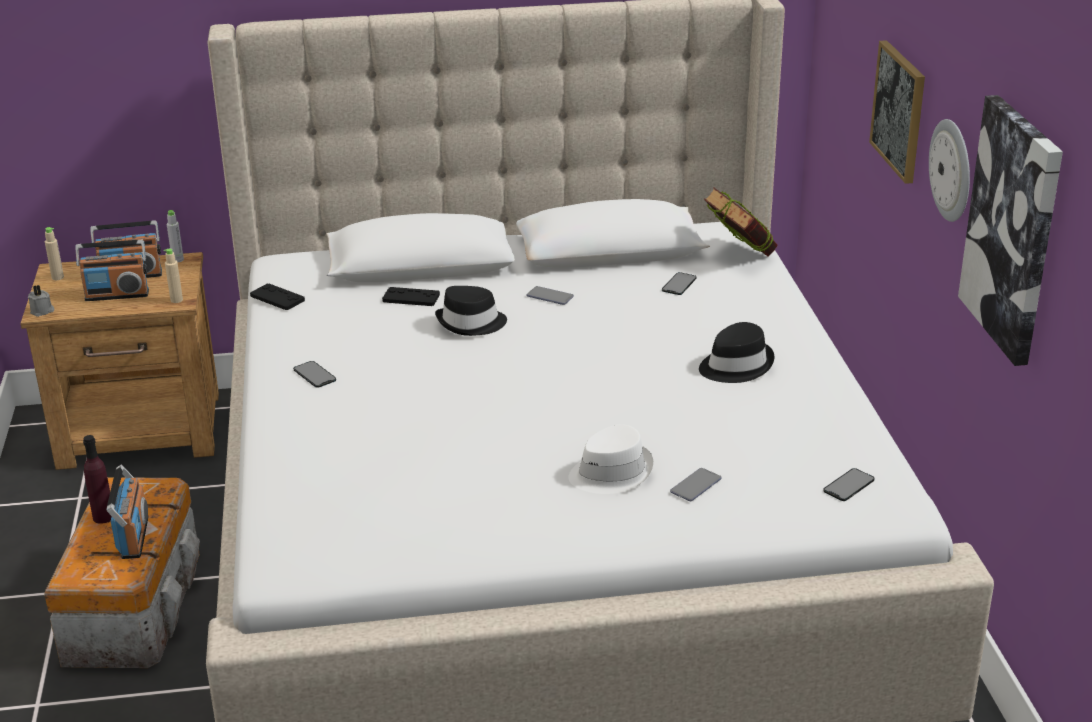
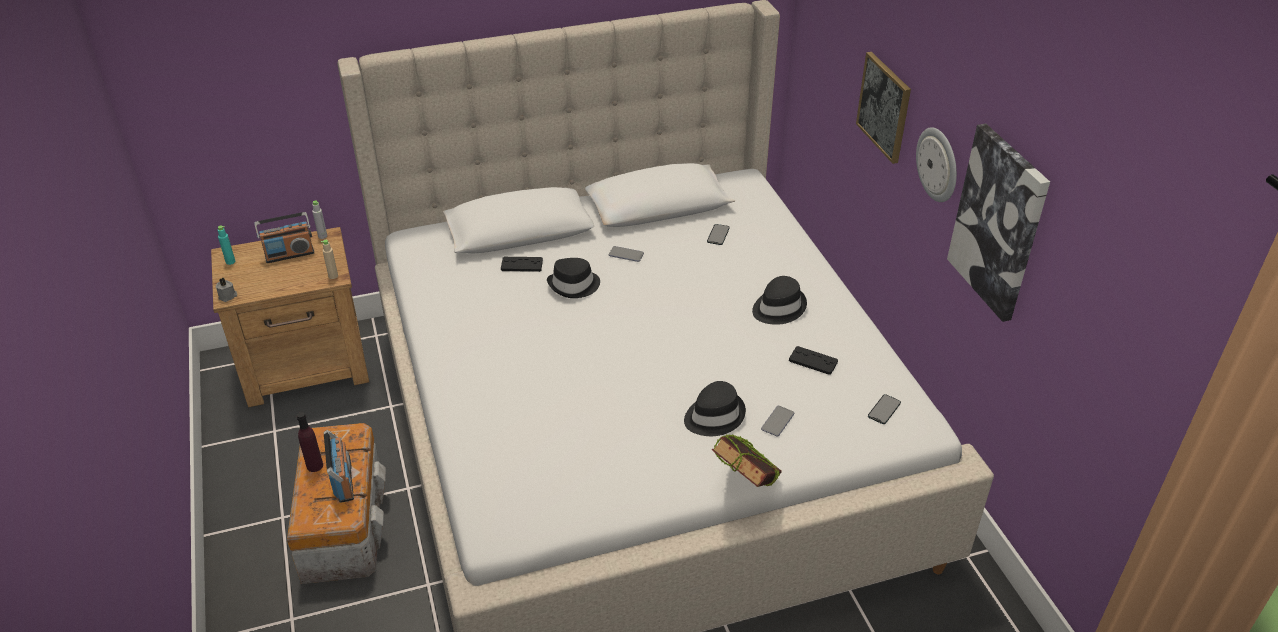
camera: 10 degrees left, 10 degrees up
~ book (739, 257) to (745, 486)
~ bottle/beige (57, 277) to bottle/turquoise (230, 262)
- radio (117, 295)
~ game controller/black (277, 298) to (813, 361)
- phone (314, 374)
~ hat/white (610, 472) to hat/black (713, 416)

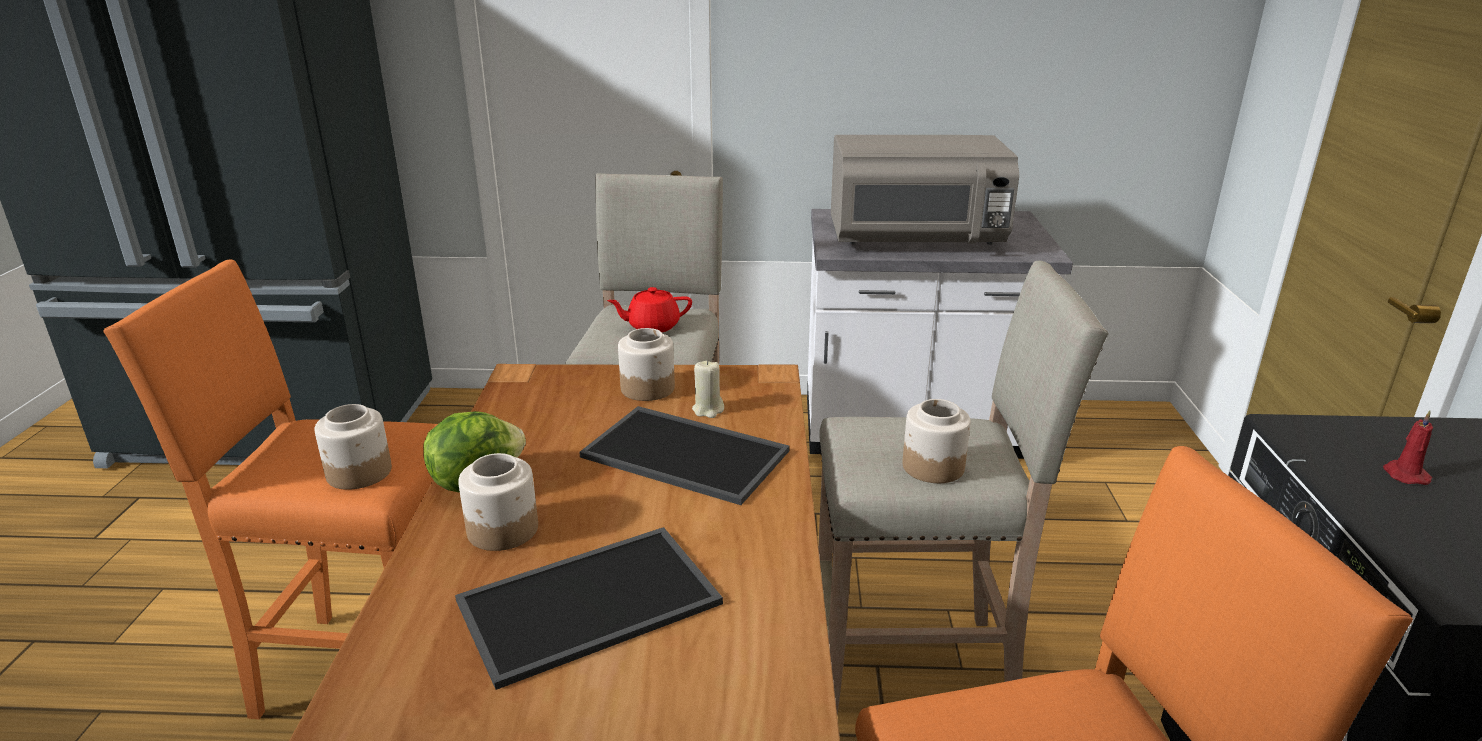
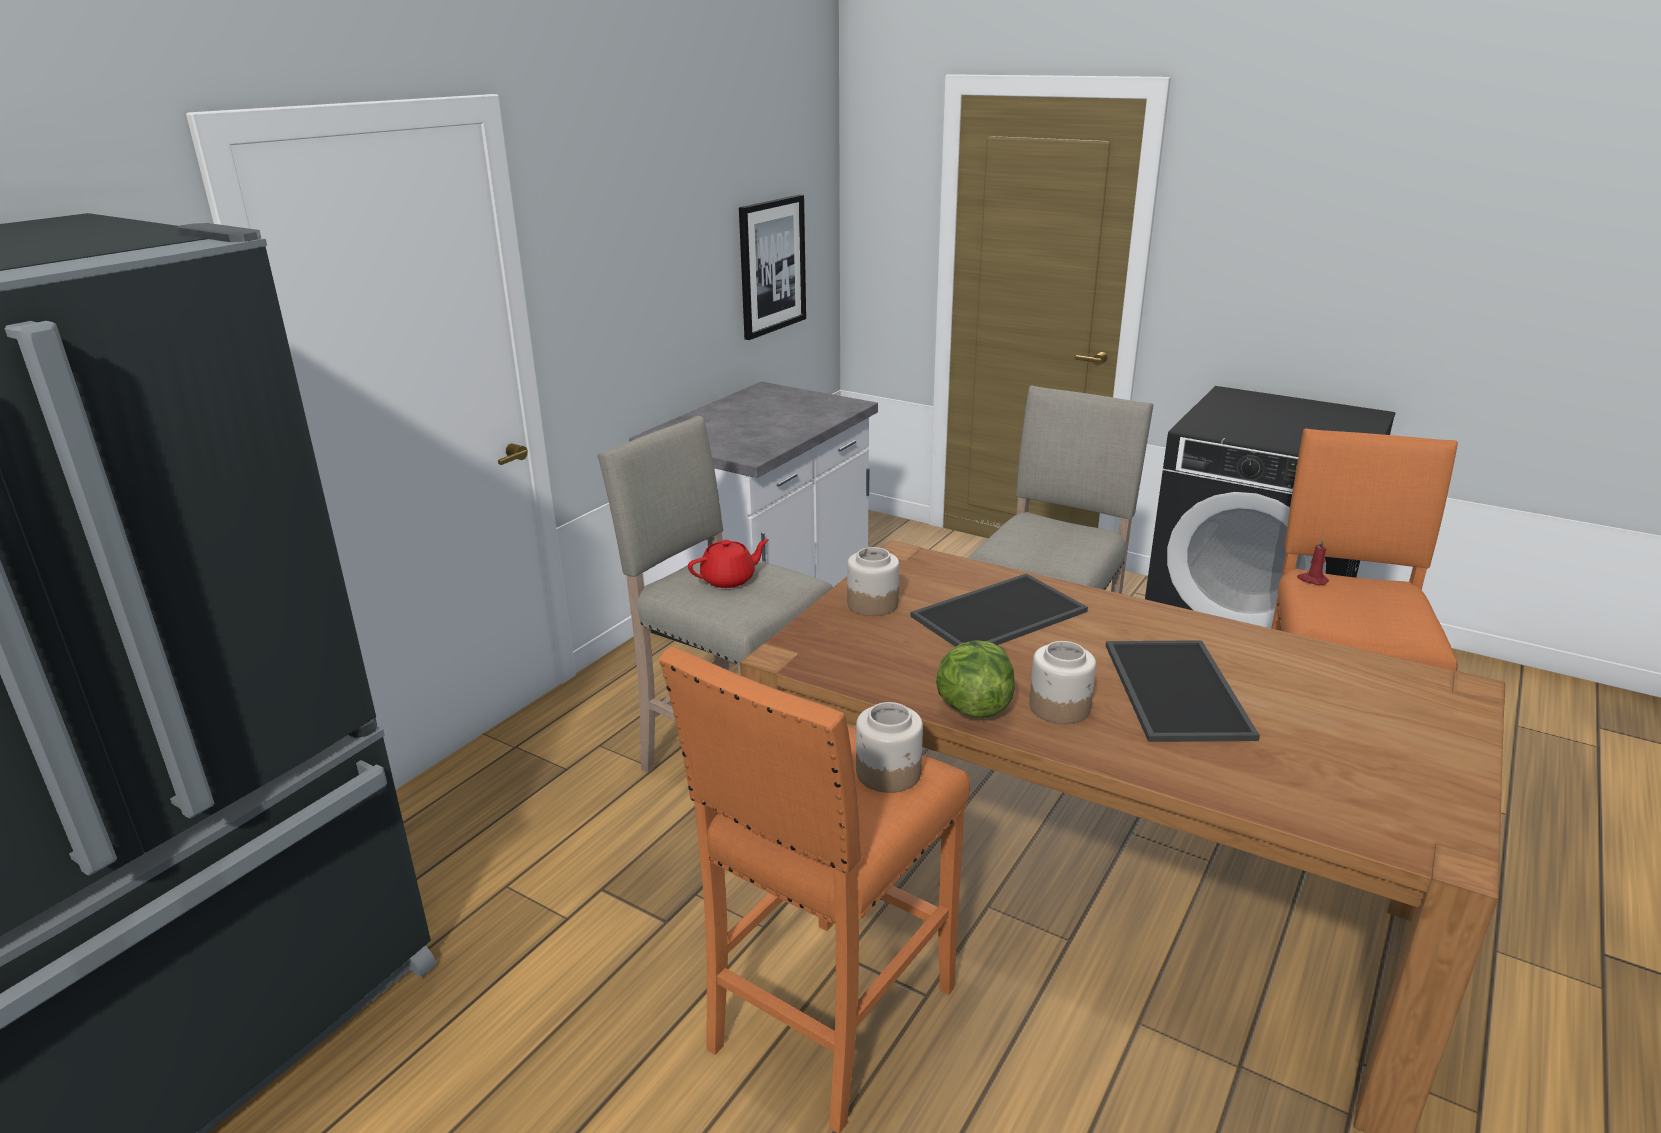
camera: 60 degrees left, 0 degrees up
- microwave/grey (915, 240)
~ teapot/red (652, 326) = (729, 579) 135 degrees counterclockwise
- candle/beige (708, 410)
- jar (932, 466)
~ candle/red (1404, 474) to (1312, 580)
+ picture (771, 266)

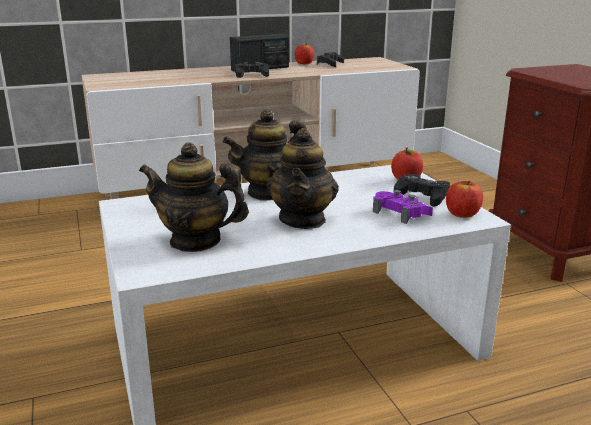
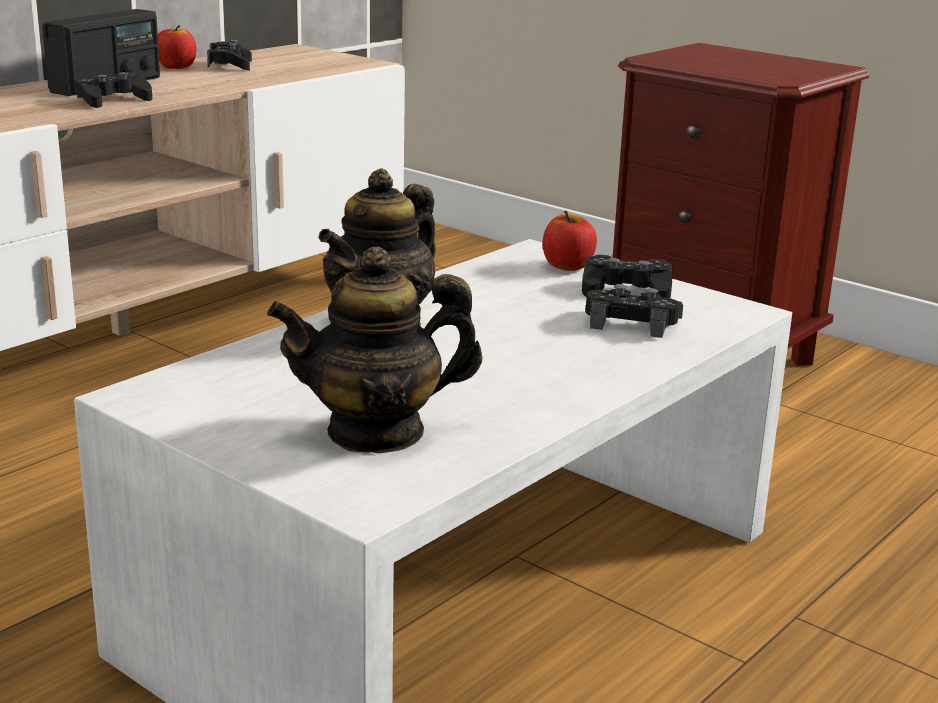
camera: 30 degrees left, 0 degrees up
- teapot (303, 220)
- apple (462, 214)
~ game controller/purple (400, 213) to game controller/black (632, 323)

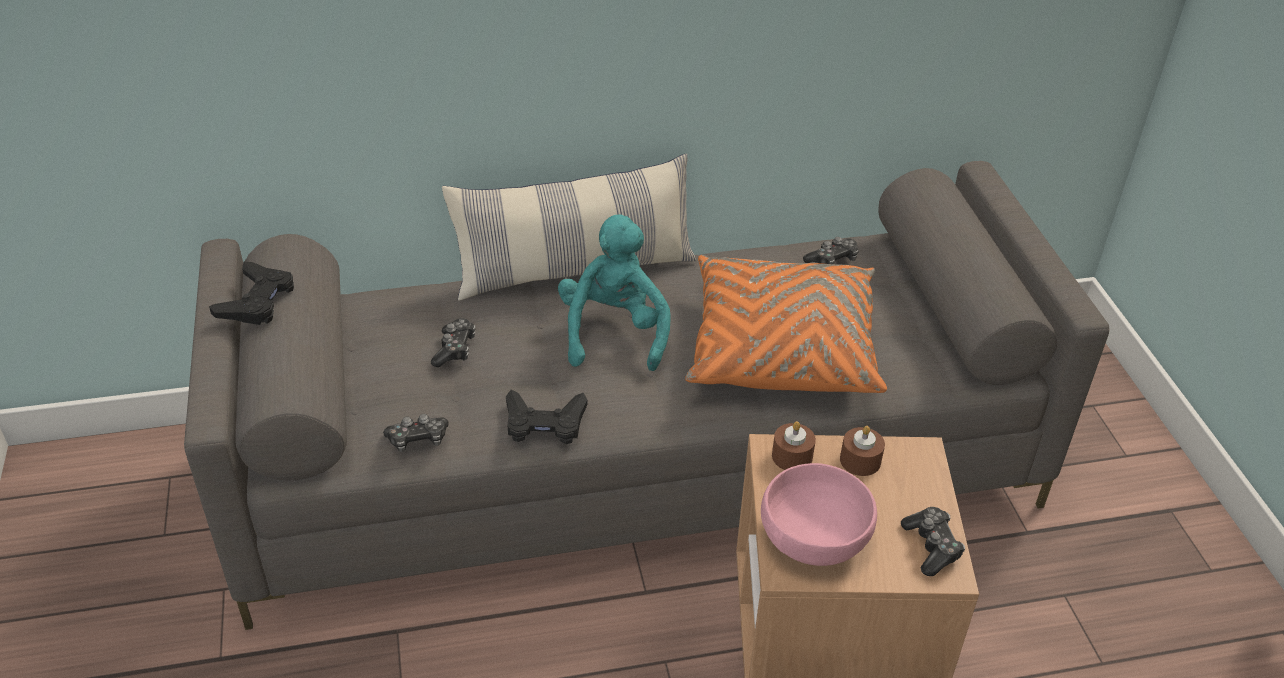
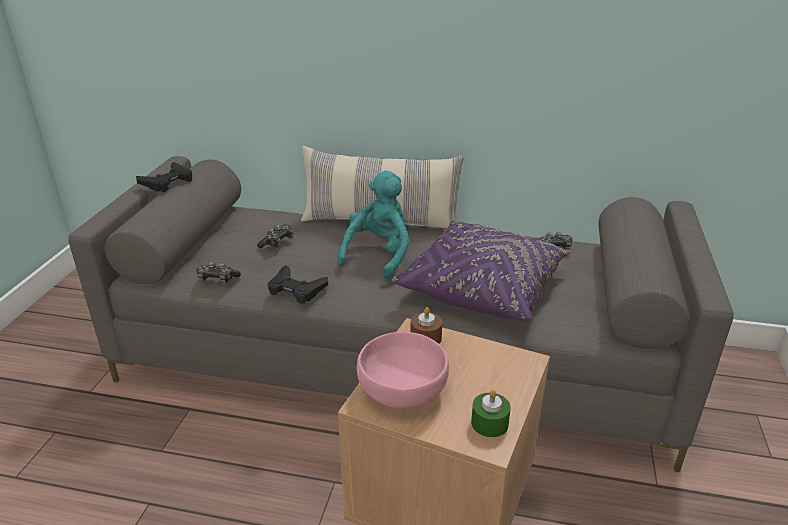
camera: 25 degrees right, 10 degrees down
~ pillow/orange (781, 348) to pillow/purple (482, 287)
- candle/brown (860, 460)
~ game controller (931, 547) to candle/green (489, 423)

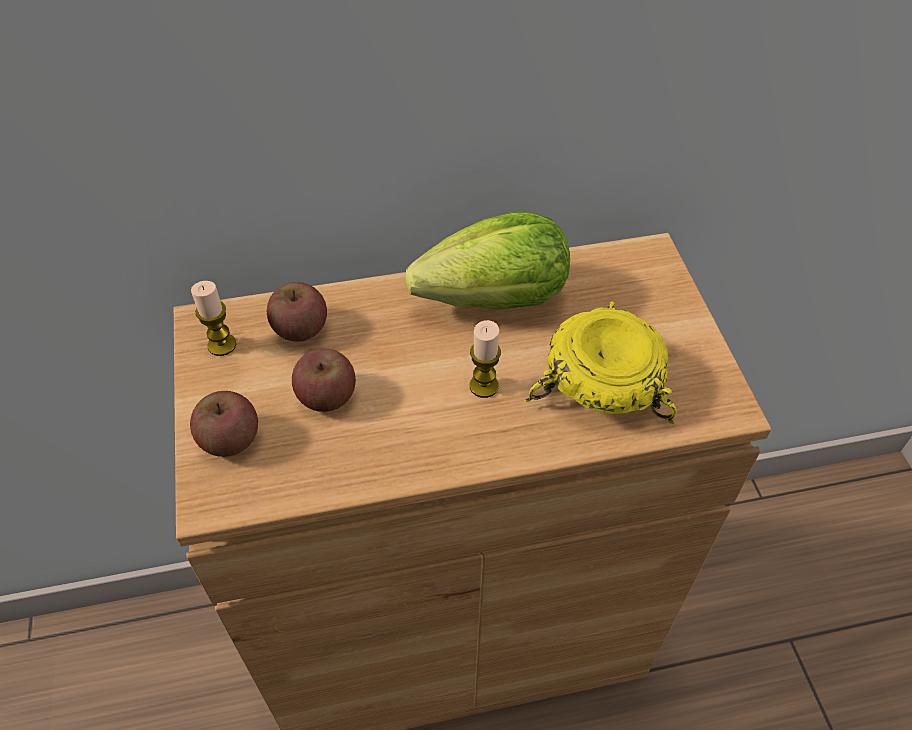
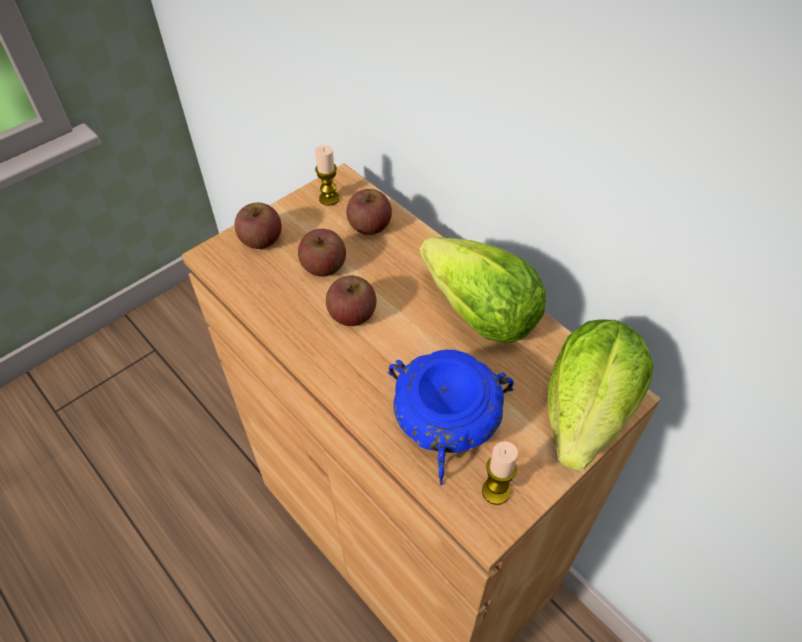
camera: 60 degrees right, 0 degrees up
~ bowl/yellow (599, 384) to bowl/blue (445, 416)
~ candle (484, 386) to (496, 491)
+ apple (352, 314)
+ lettuce (587, 412)

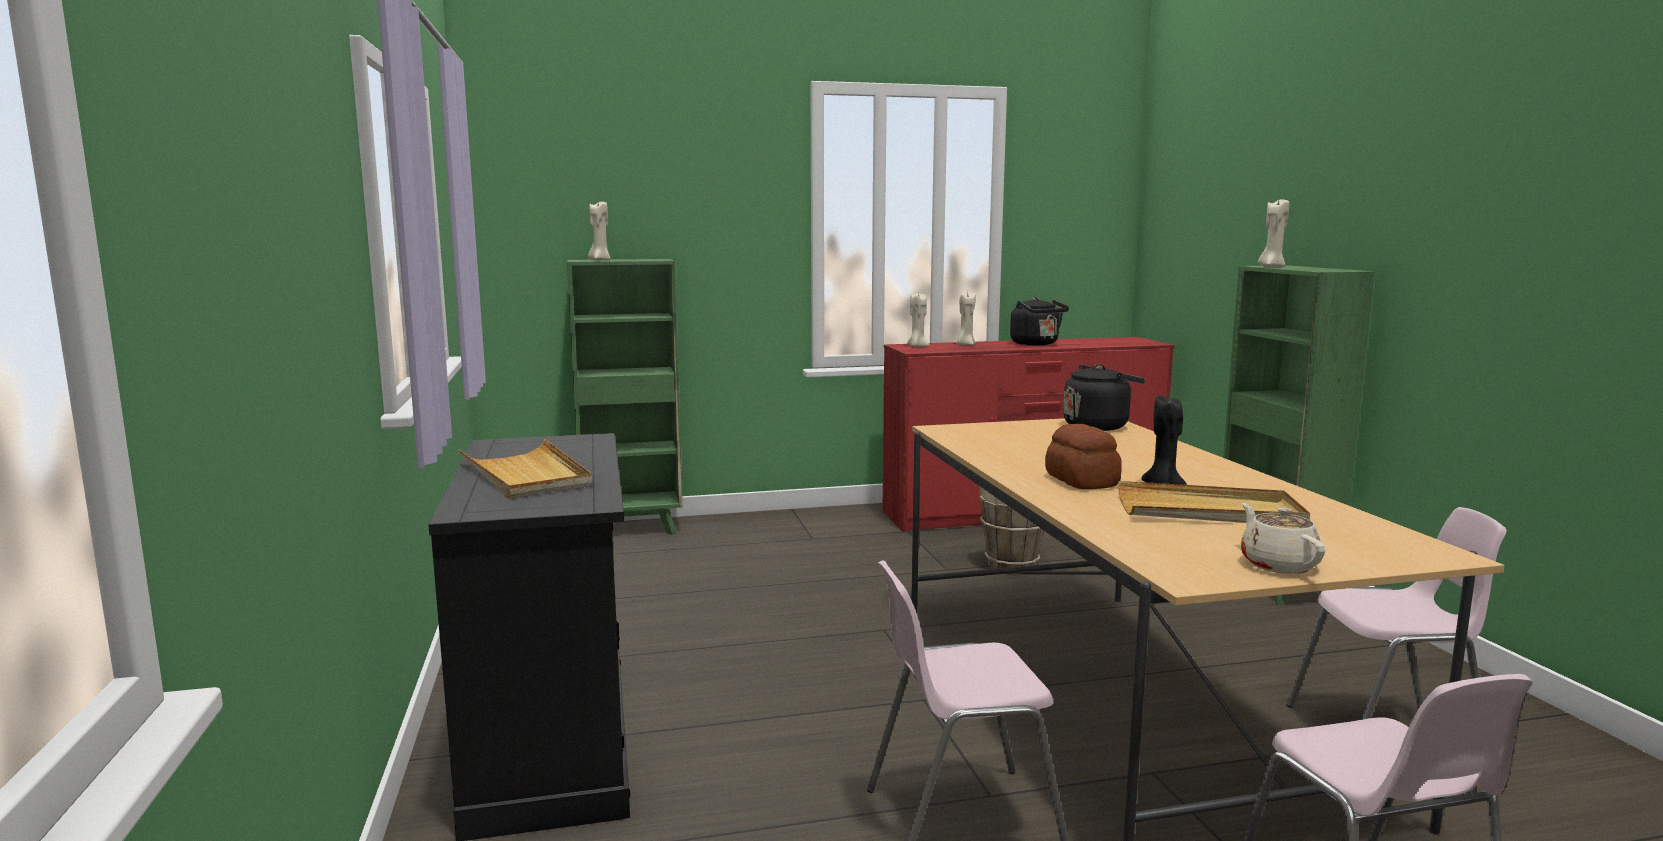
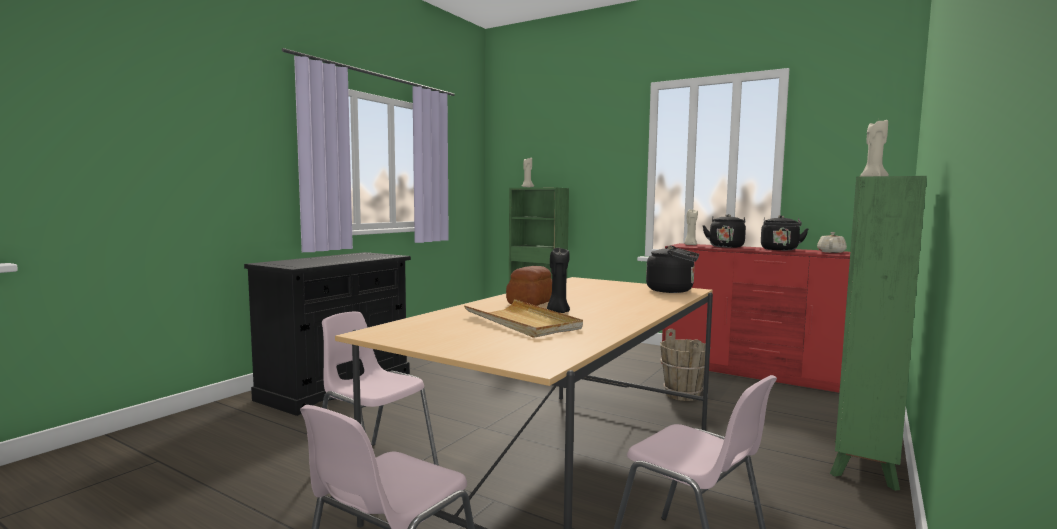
camera: 45 degrees right, 5 degrees down
~ candle/beige (965, 345) to kettle/black (726, 246)
- tray/beige (526, 475)
~ teapot/beige (1278, 564) to (831, 252)

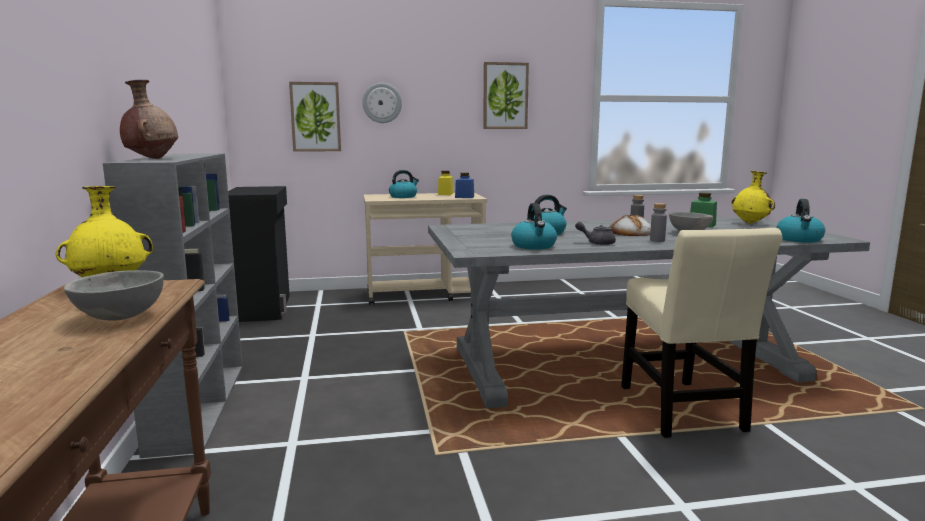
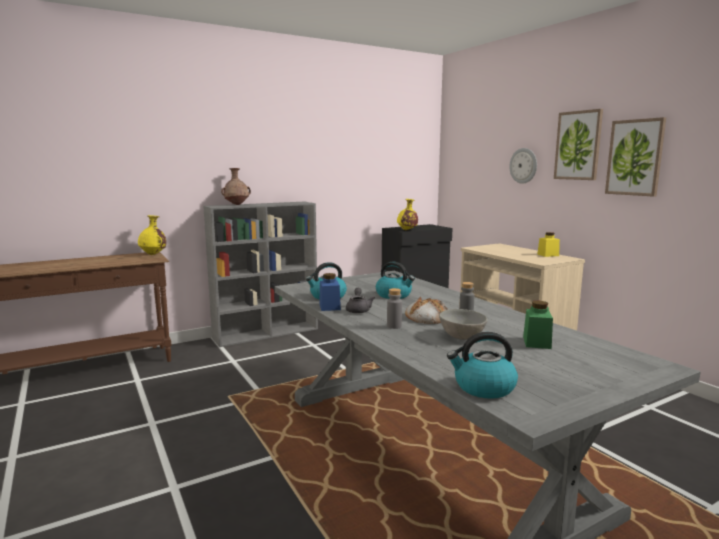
camera: 70 degrees right, 0 degrees up
~ picture (315, 117) to (578, 145)
- kettle (403, 196)
~ vase/yellow (750, 223) to (407, 230)
~ jar/blue (464, 197) to (329, 307)
- chair/beige (682, 411)
- bowl/grey (120, 318)

